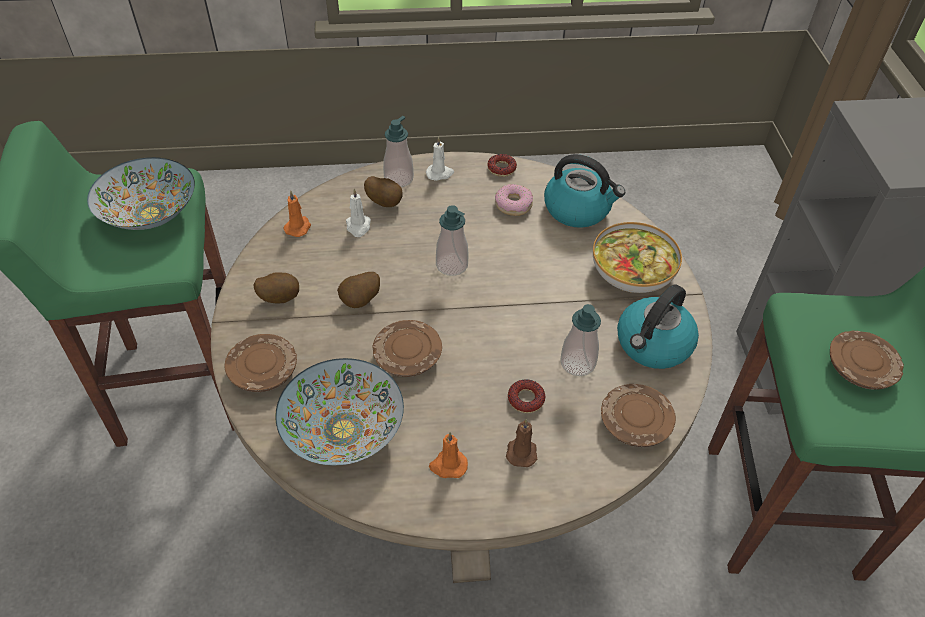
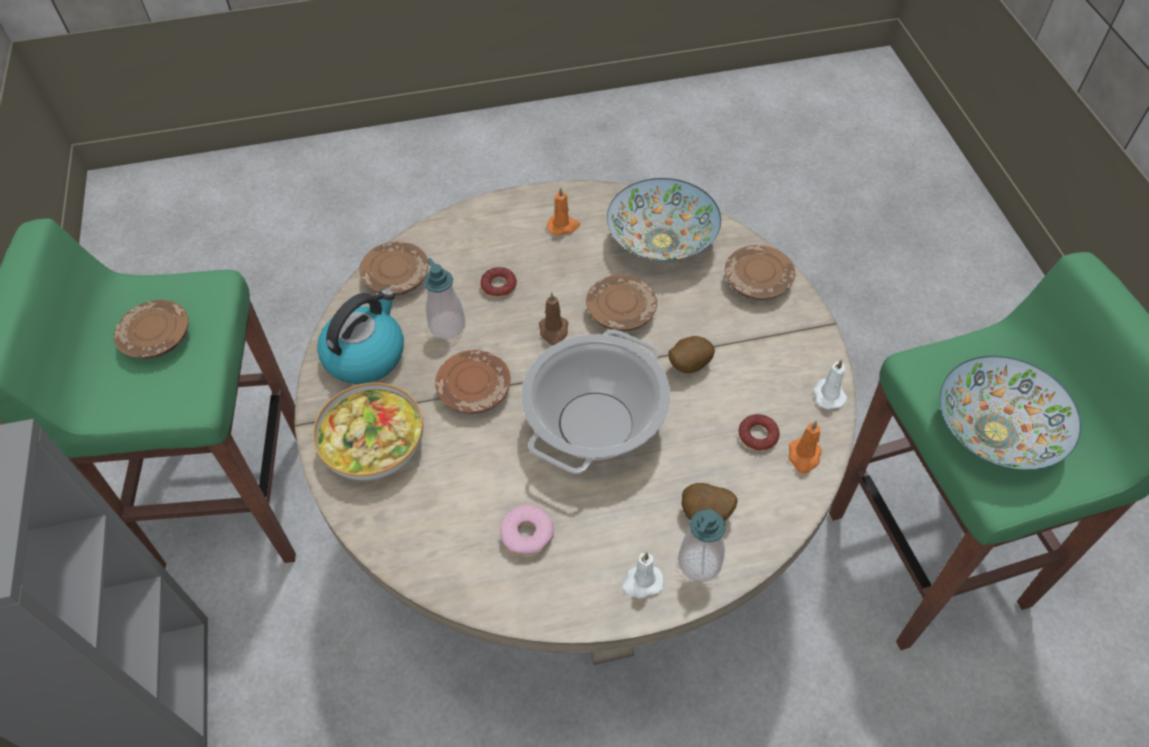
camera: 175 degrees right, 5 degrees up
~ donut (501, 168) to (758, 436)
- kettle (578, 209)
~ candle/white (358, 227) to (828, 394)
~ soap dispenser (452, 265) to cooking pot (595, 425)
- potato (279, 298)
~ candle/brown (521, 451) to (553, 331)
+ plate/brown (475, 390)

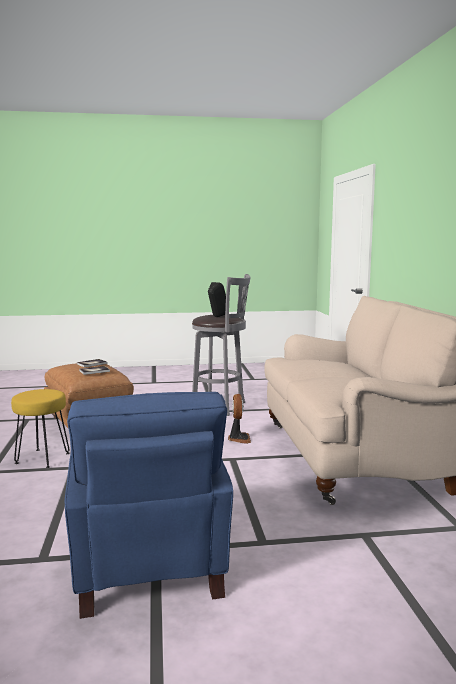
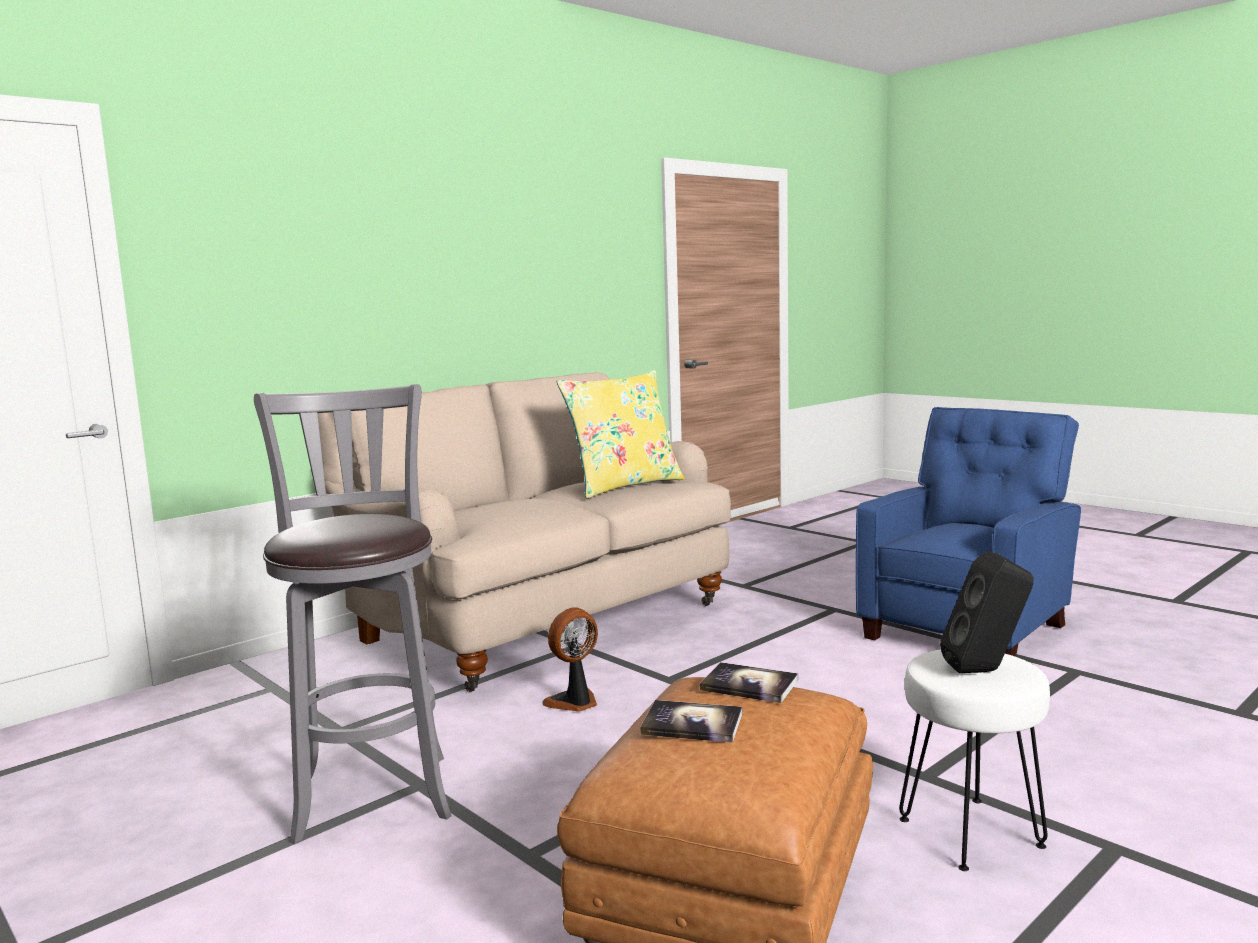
camera: 125 degrees left, 0 degrees up
~ speaker/black (216, 317) to (986, 671)
~ stool/yellow (42, 458) to stool/white (970, 833)
+ pillow/yellow (624, 486)

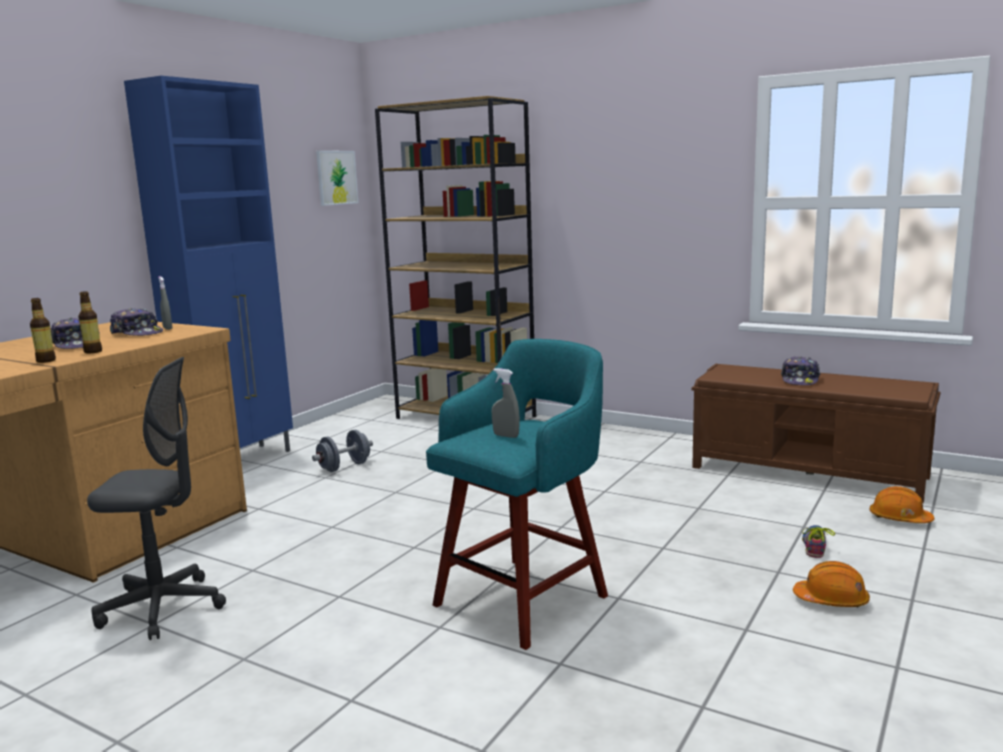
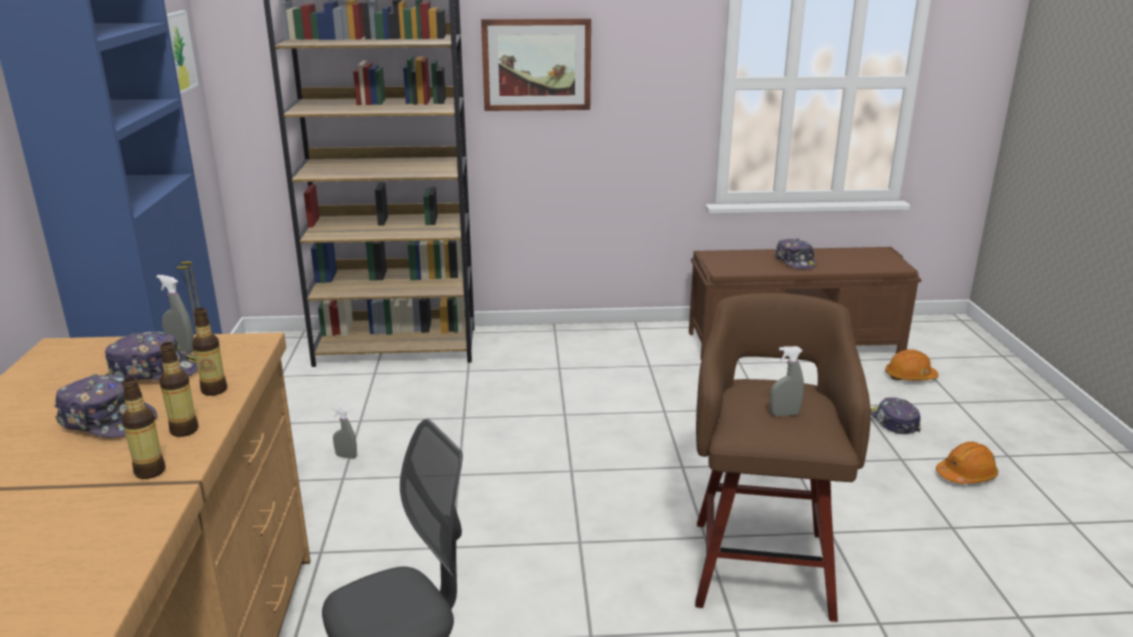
camera: 35 degrees left, 10 degrees up
~ stool/turquoise (525, 598) to stool/brown (762, 564)
~ dumbbell/grey (344, 467) to spray bottle/grey (346, 456)
~ shoe (817, 545) to cap (893, 422)
+ picture (536, 64)
+ bottle (214, 390)

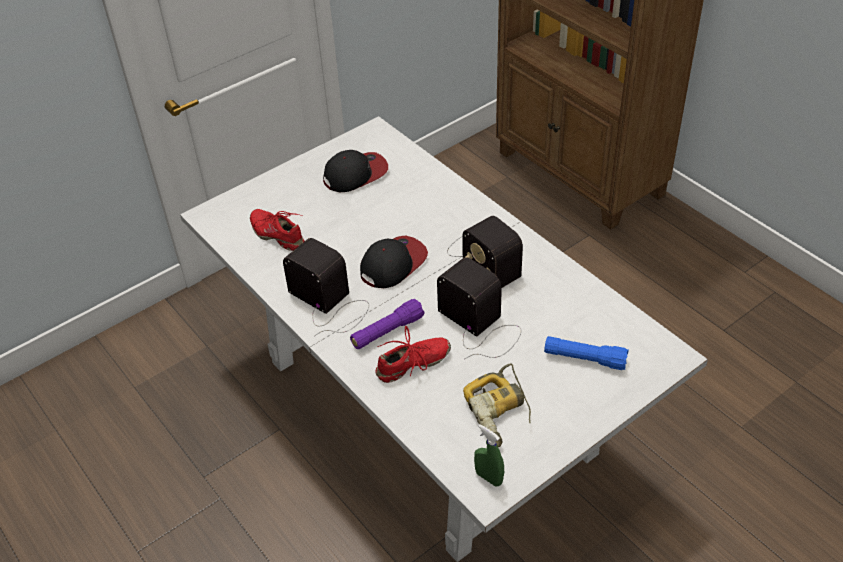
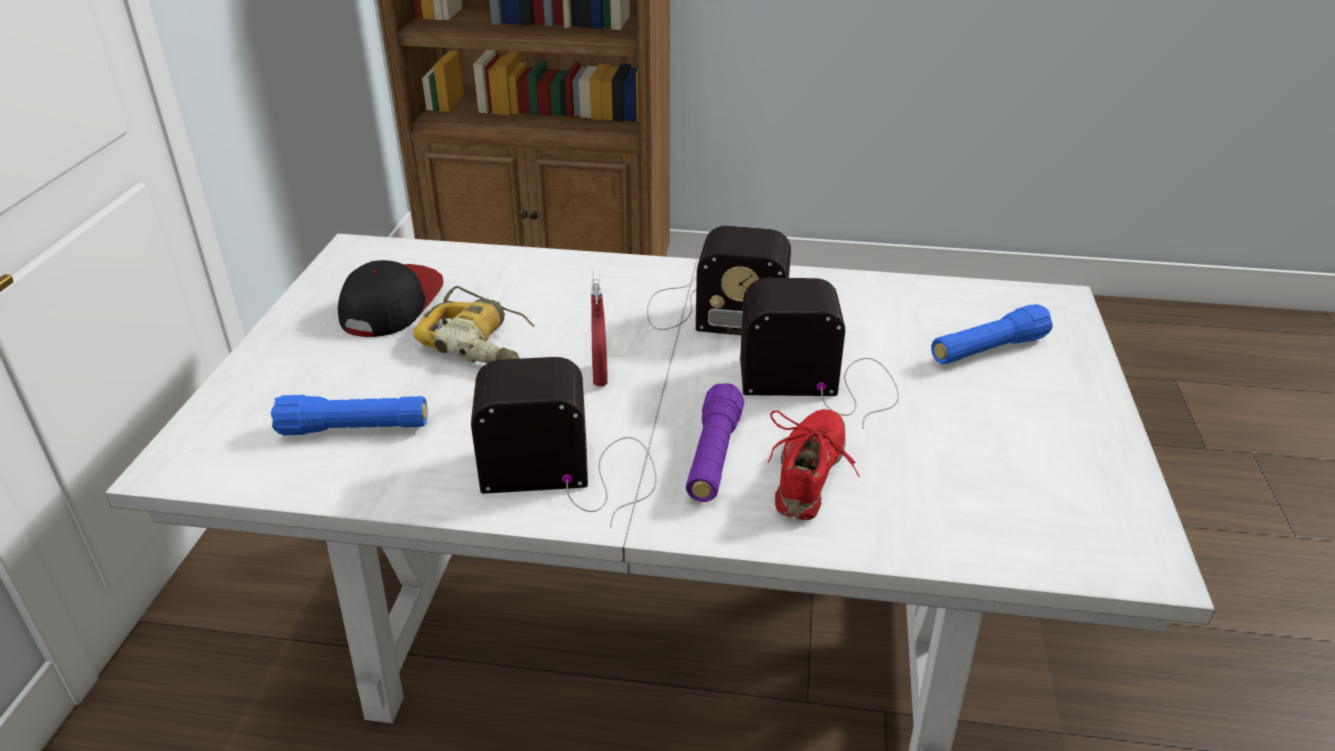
camera: 45 degrees left, 10 degrees down
~ shoe/red (278, 234) to flashlight/blue (355, 429)
~ cap (393, 264) to spray bottle/red (600, 376)
~ power drill (500, 411) to (481, 341)
- spray bottle/green (488, 477)

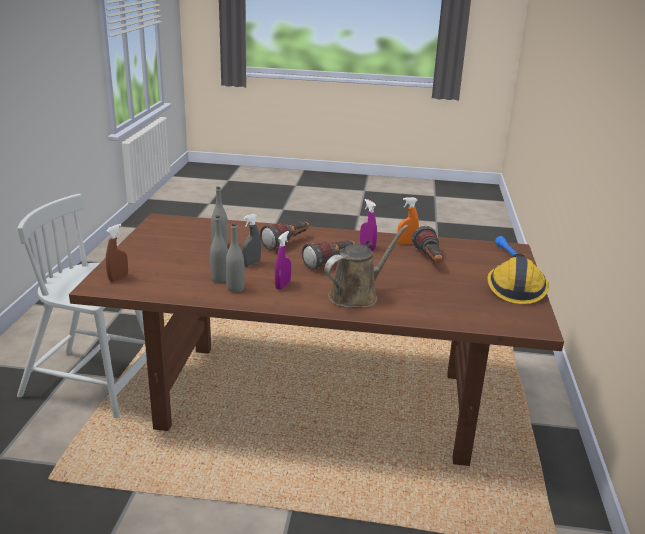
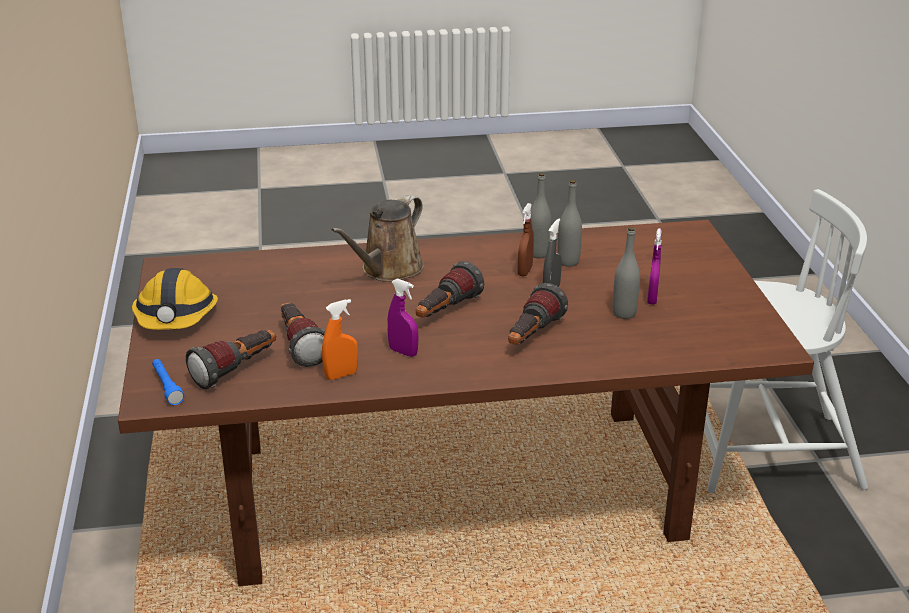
camera: 165 degrees right, 5 degrees up
~ spray bottle/brown (118, 278) to (525, 271)
~ spray bottle/purple (282, 285) to (652, 299)
+ flashlight (236, 371)

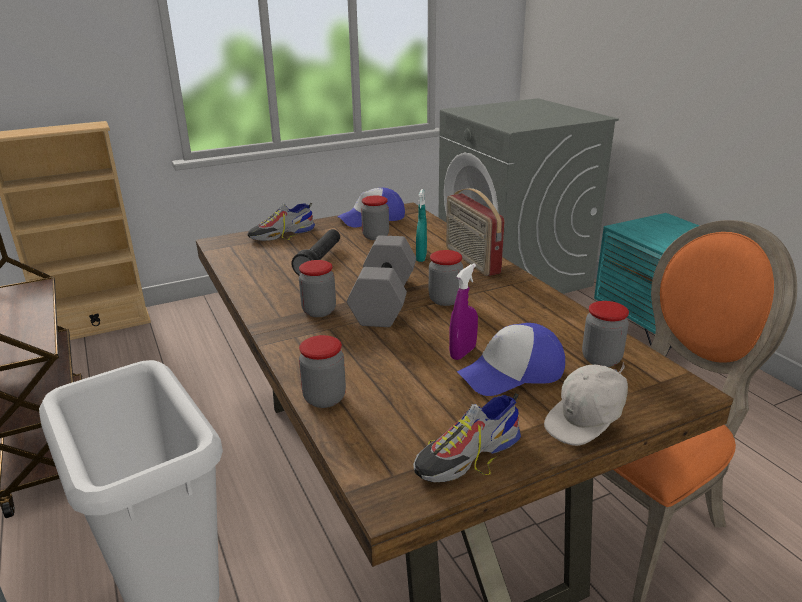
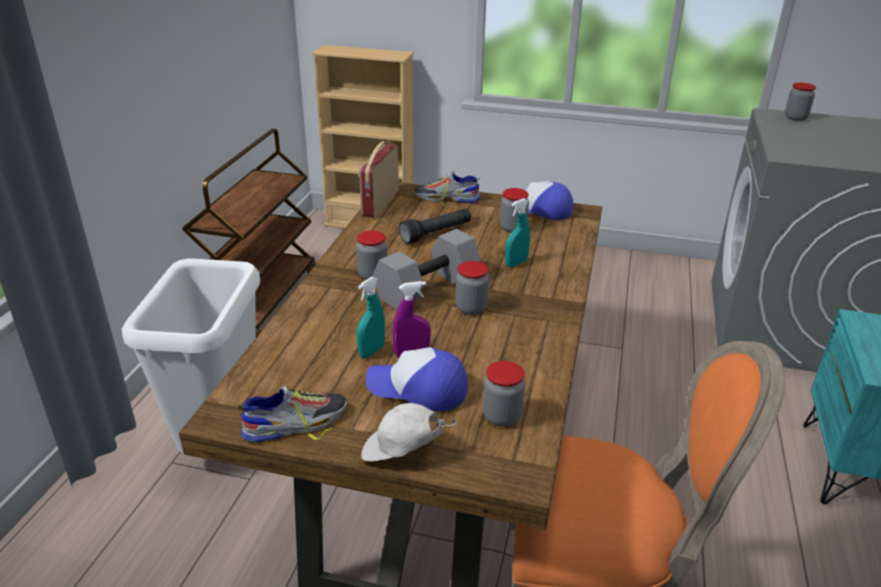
camera: 40 degrees right, 5 degrees up
~ radio (471, 260) to (379, 202)
~ jar (324, 398) to (795, 118)
~ shoe (467, 455) = (296, 422) 150 degrees clockwise
+ spray bottle/turquoise (371, 351)

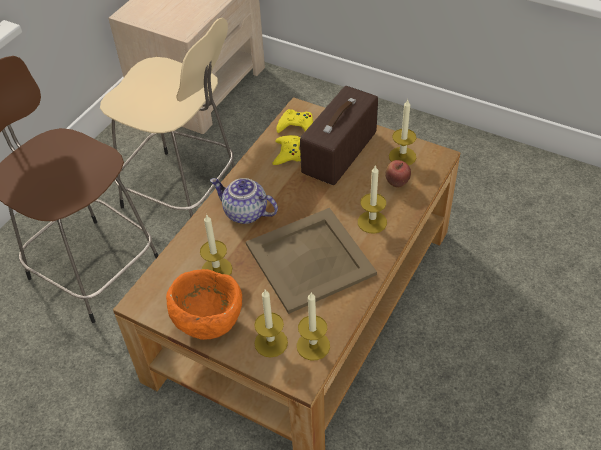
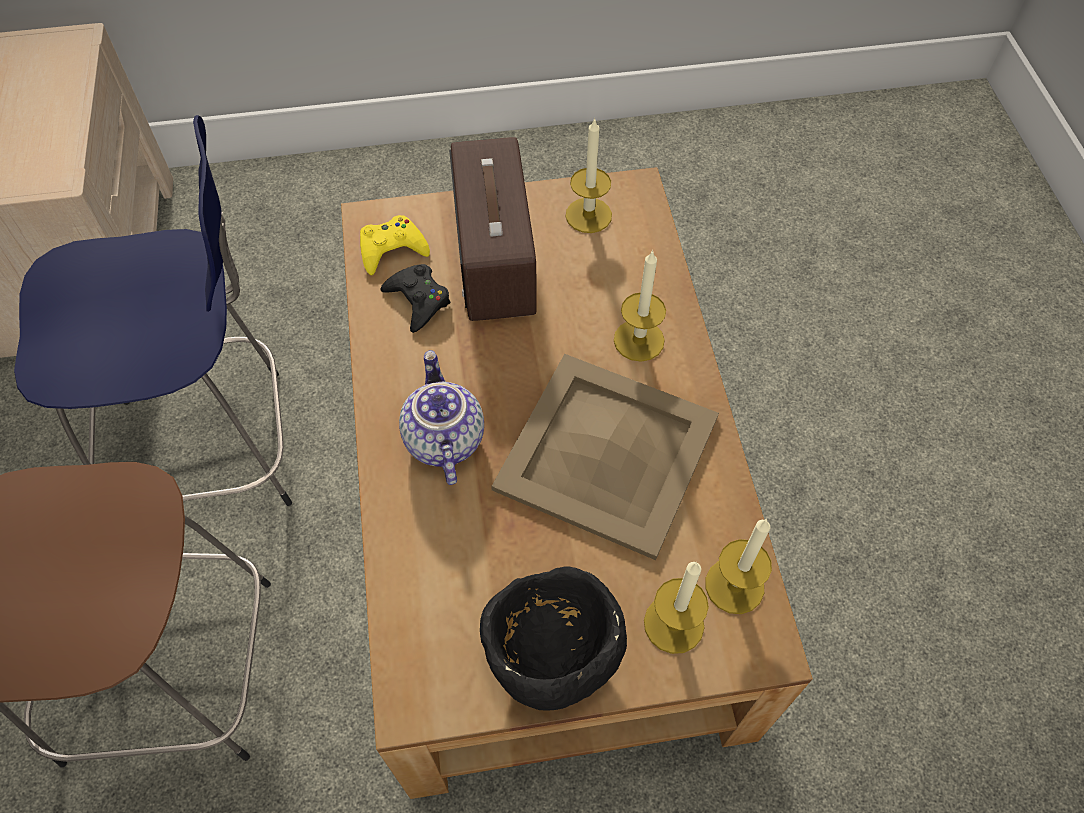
camera: 40 degrees left, 10 degrees up
~ stool/beige (184, 192) to stool/blue (214, 450)
~ game controller/yellow (288, 153) to game controller/black (418, 300)
- apple (397, 183)
~ teapot (244, 213) = (442, 439) 90 degrees clockwise
- candle (216, 269)
~ bowl/orange (209, 321) to bowl/black (552, 655)

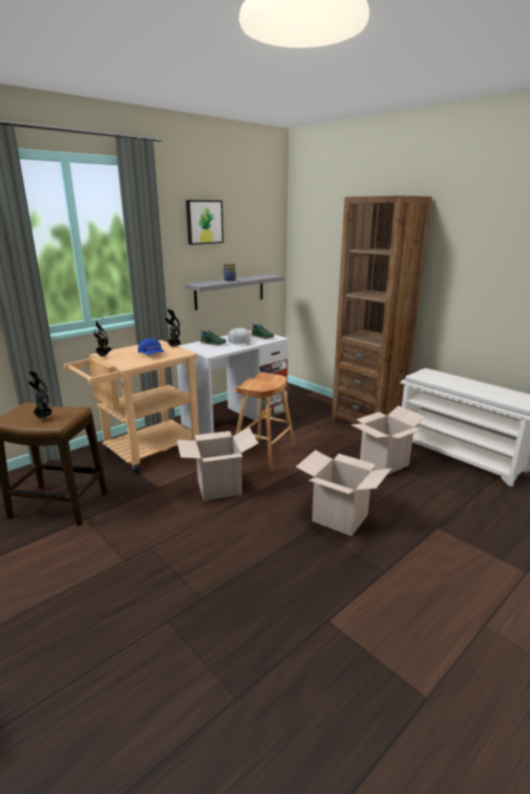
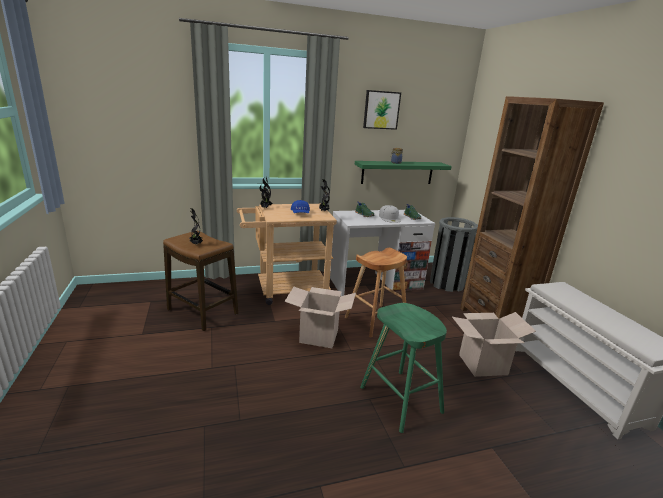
camera: 25 degrees right, 0 degrees up
~ shelf/grey (230, 291) to shelf/green (397, 172)
~ cardboard box (340, 518) to stool/green (400, 399)
+ trash can/grey (447, 283)

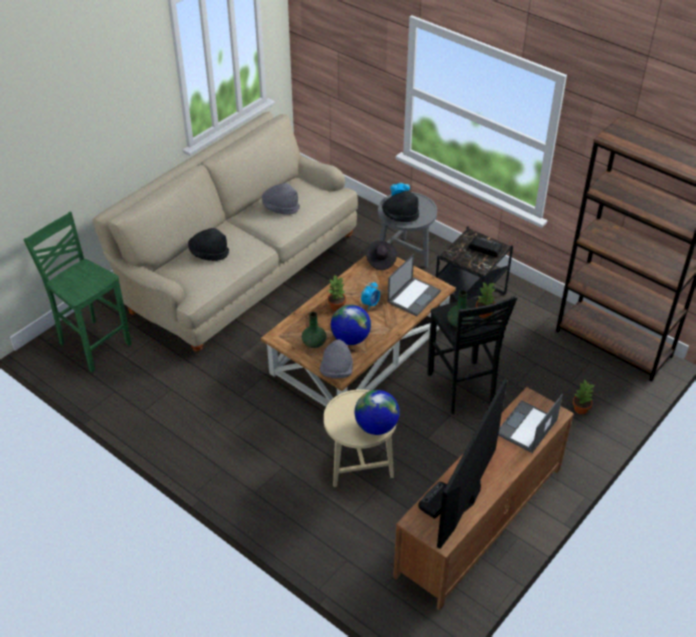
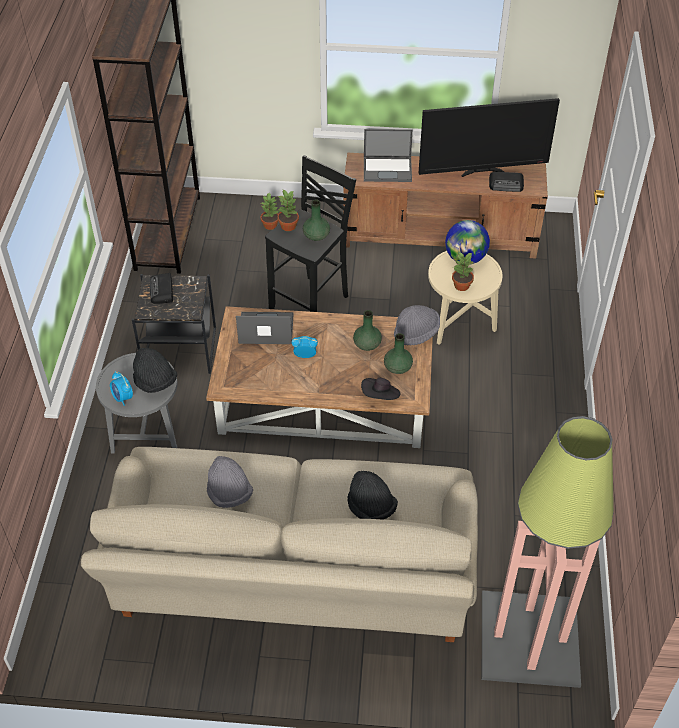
camera: 125 degrees left, 5 degrees up
~ stool/green (93, 344) to floor lamp (528, 640)
~ hat/black (380, 261) to (380, 396)
~ potted plant (337, 306) to (461, 285)
~ globe (350, 339) to vase/green (367, 345)

